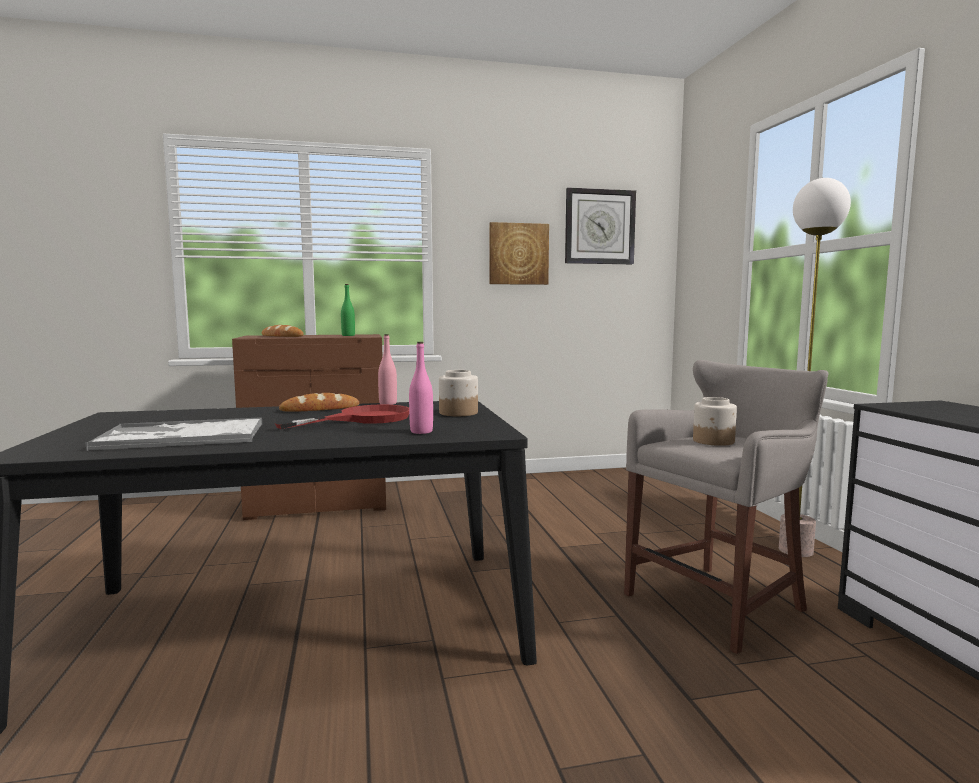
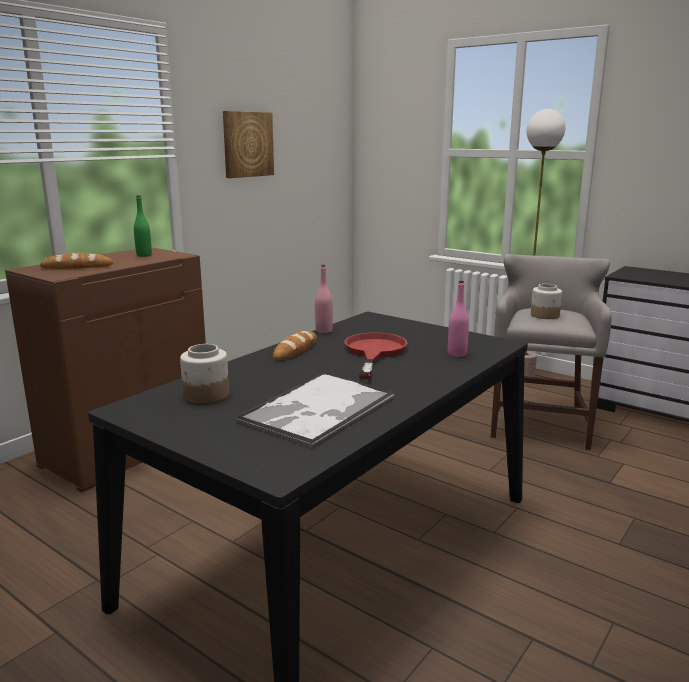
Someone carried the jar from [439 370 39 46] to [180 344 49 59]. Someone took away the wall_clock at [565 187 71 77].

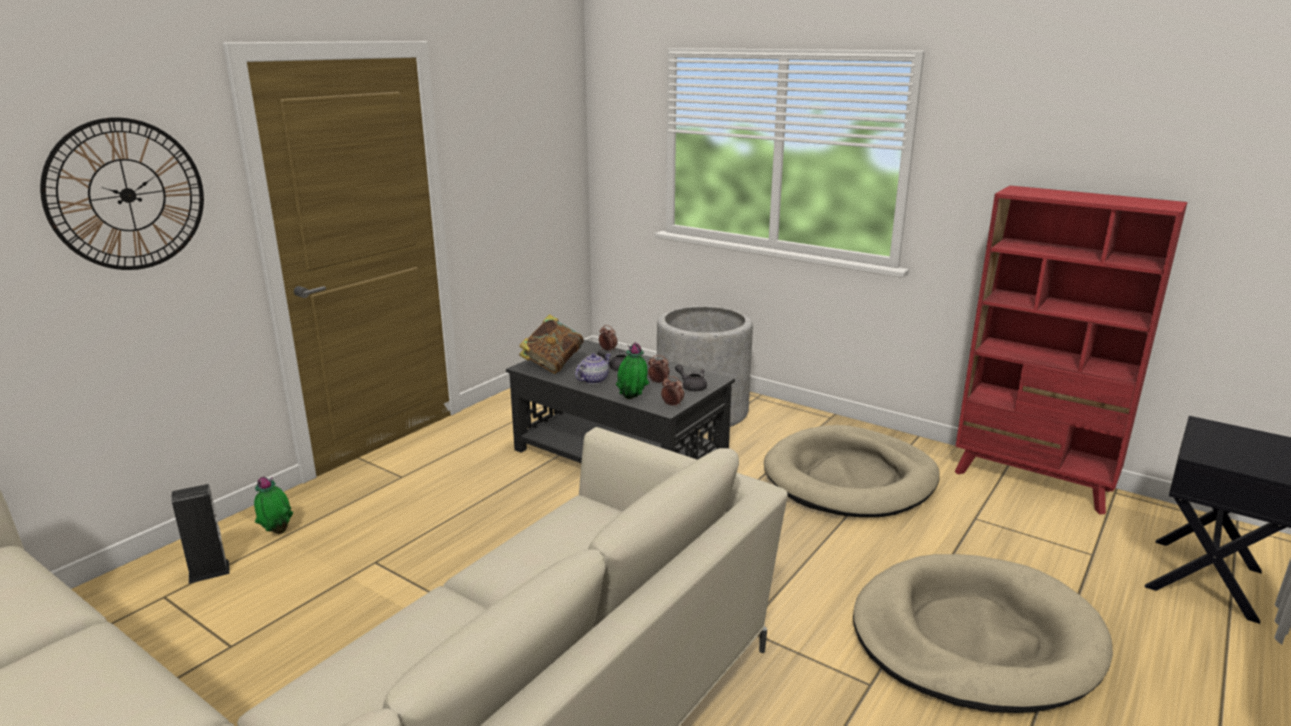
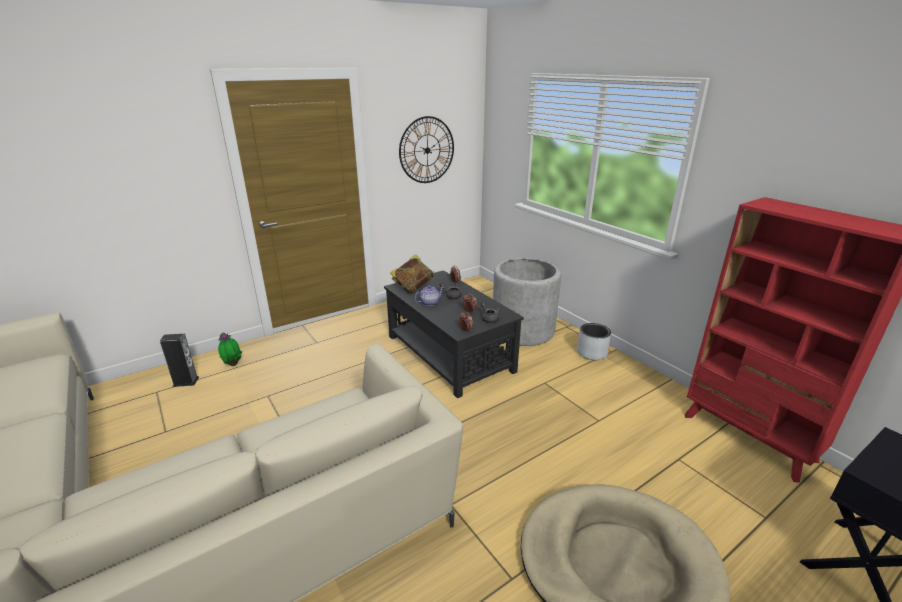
Someone carried the wall_clock from [40 117 164 153] to [399 116 55 67]. Someone put down the grey_planter at [577 323 34 37]. Someone took away the potted_plant at [616 342 33 57]. Someone took away the beige_dog_bed at [764 425 176 93].

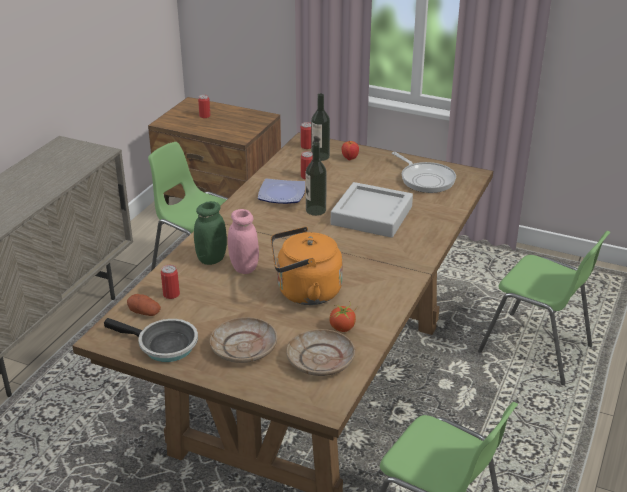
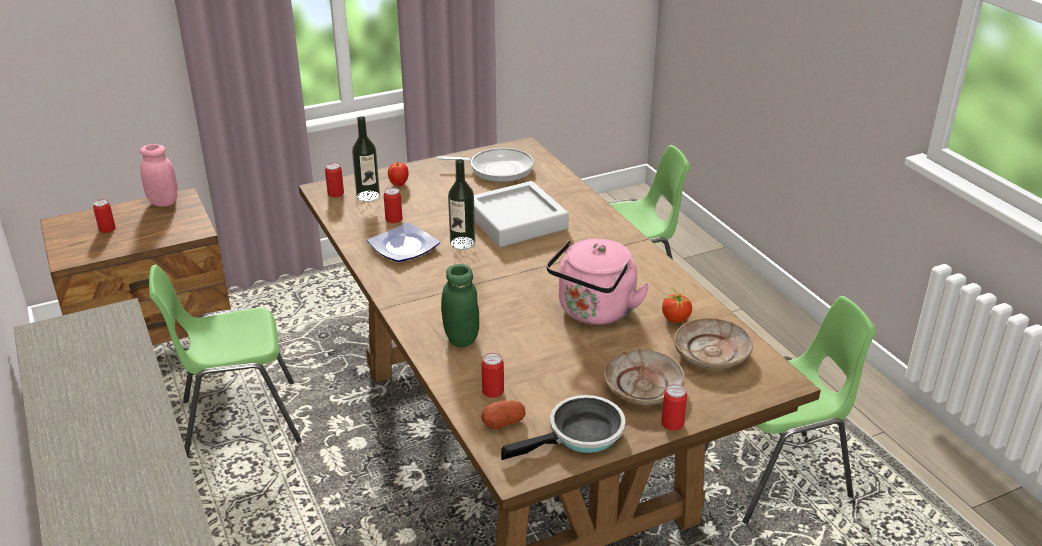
Someone carried the pink_jar from [228 209 31 65] to [140 144 37 63]. Someone repainted the orange_kettle at [271 227 72 78], which became the pink_kettle at [546 239 104 86]. Someone put down the can at [661 384 26 47].

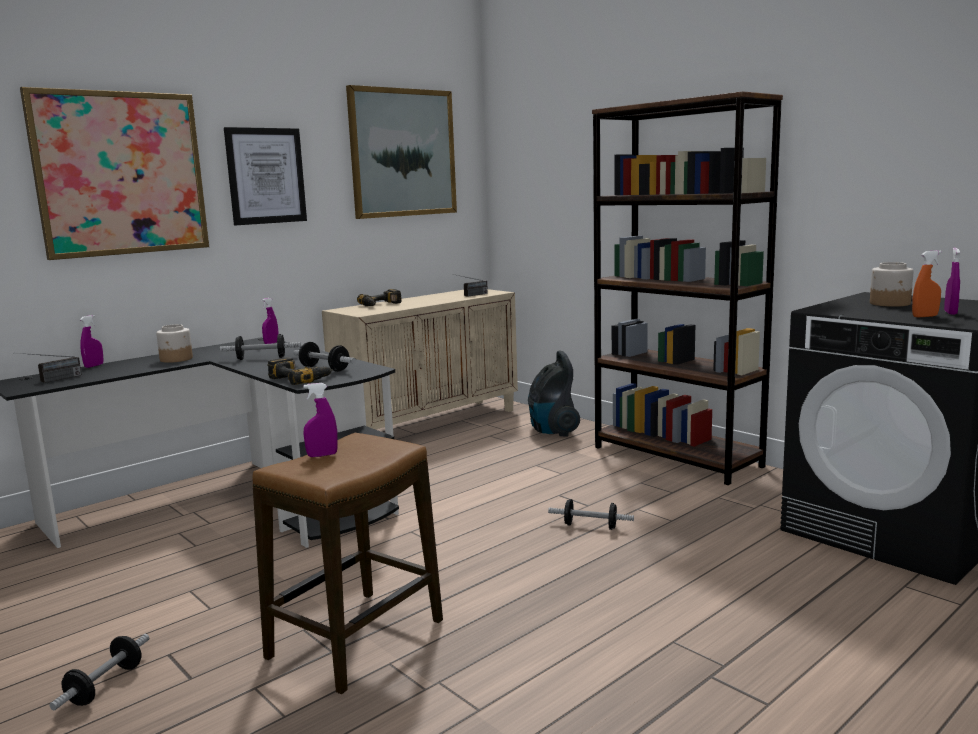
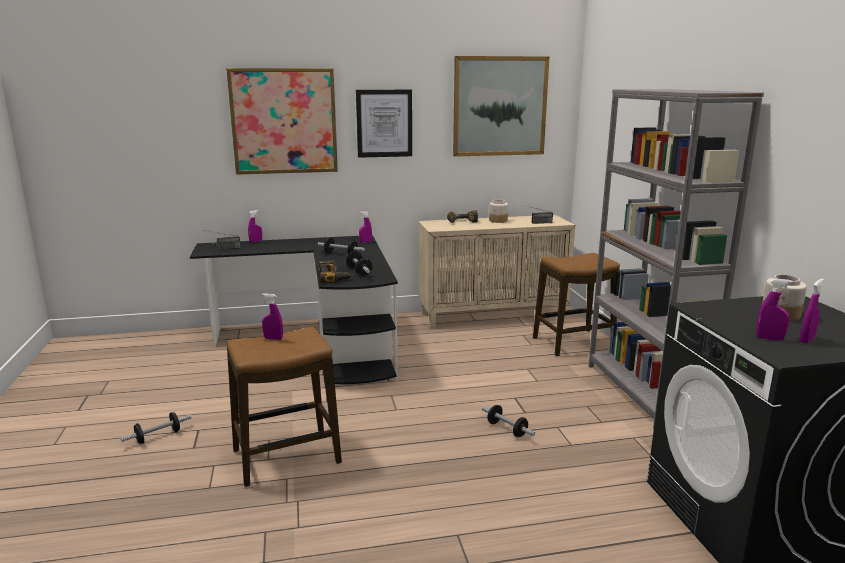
Someone carried the jar from [156 324 37 39] to [489 200 19 23]. Someone swapped the vacuum_cleaner at [528 350 52 86] for the stool at [533 253 87 103]. Someone repainted the brown_bookcase at [592 91 191 394], which became the grey_bookcase at [589 89 175 339]. Someone repainted the orange_spray_bottle at [912 250 30 68], which became the purple_spray_bottle at [756 279 37 61].

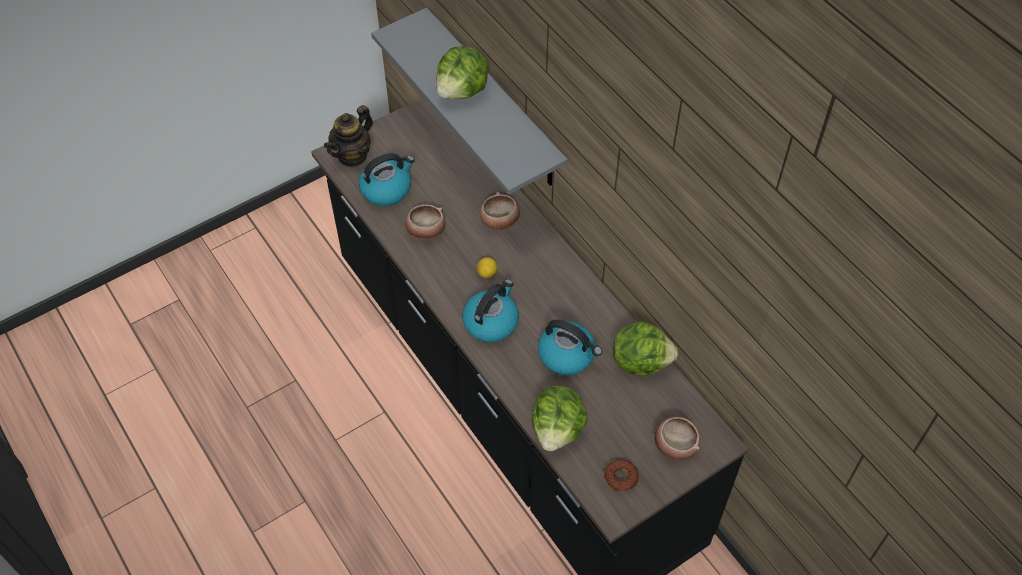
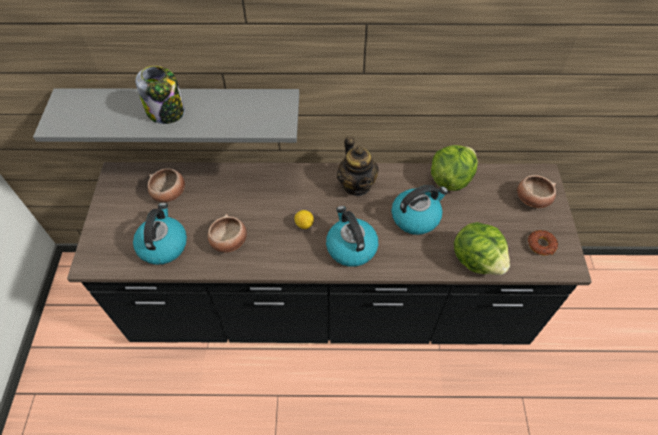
Someone swapped the lettuce at [436 46 53 53] for the jar at [135 66 50 58]. Someone carried the bowl from [480 192 40 38] to [148 168 37 34]. Someone carried the teapot from [324 105 49 62] to [337 136 42 60].

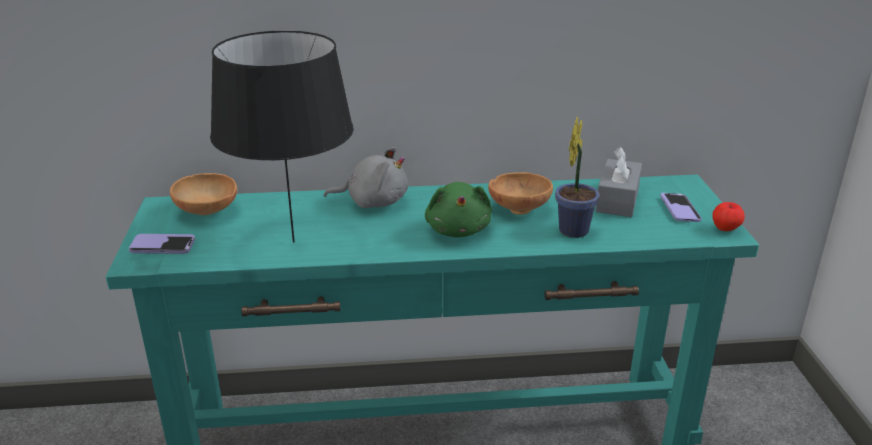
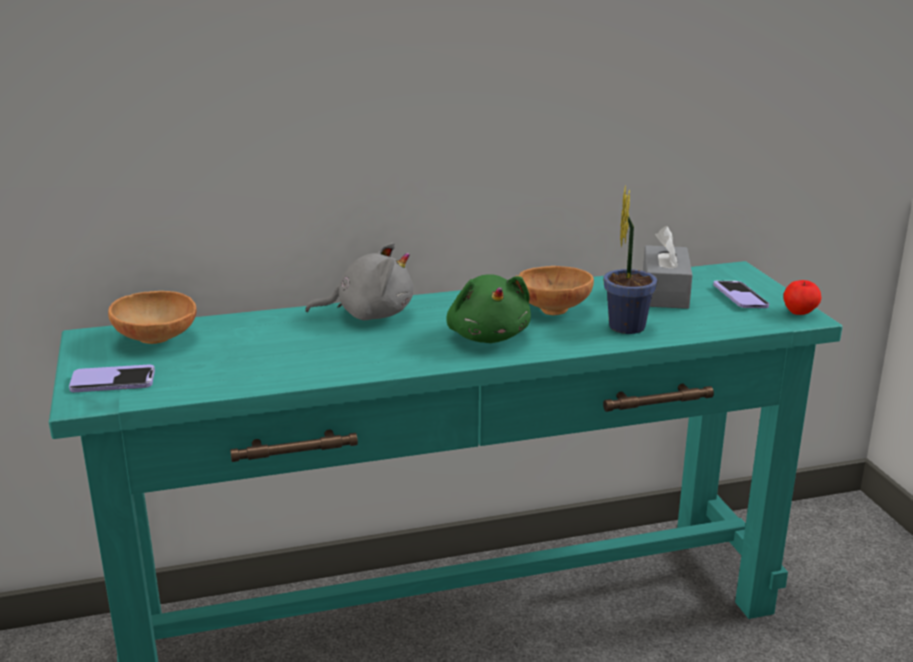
Someone took away the black_table_lamp at [210 30 144 212].

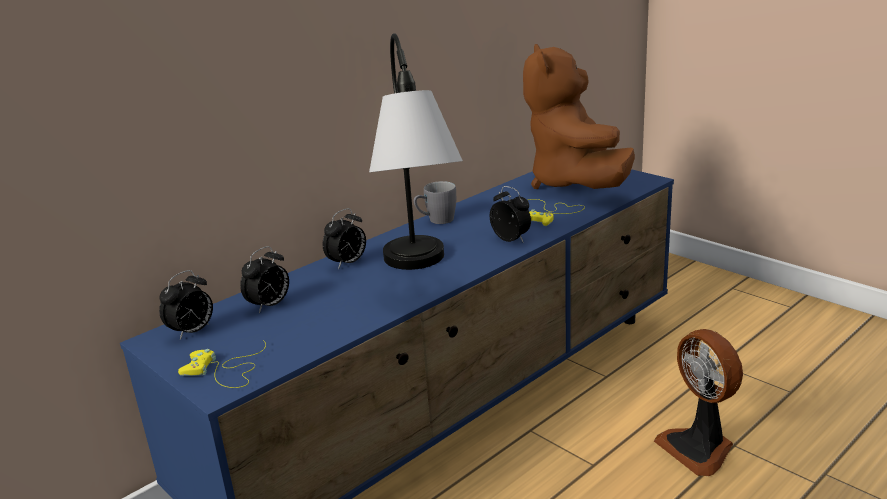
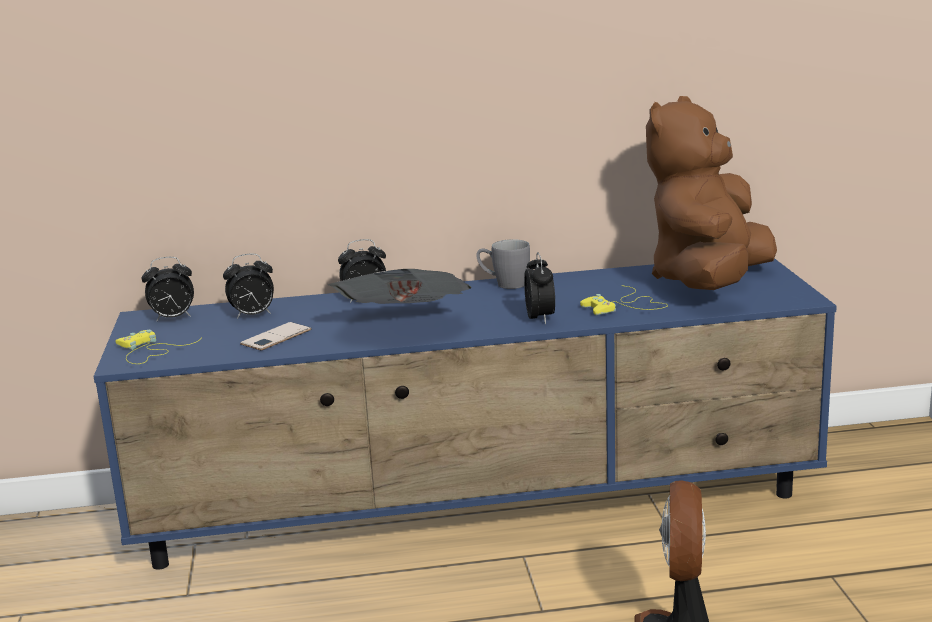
Someone put down the phone at [240 322 71 29]. Someone swapped the table_lamp at [369 33 94 237] for the newspaper at [328 269 143 35].

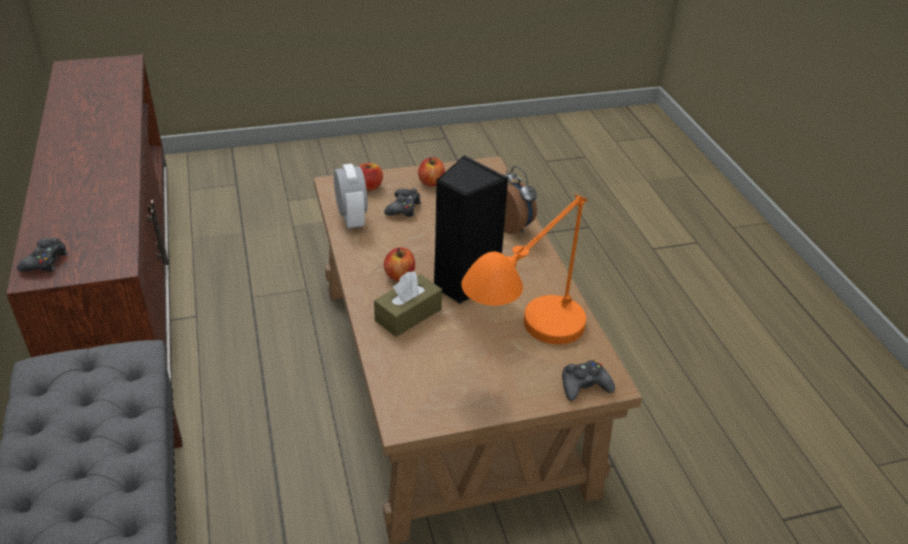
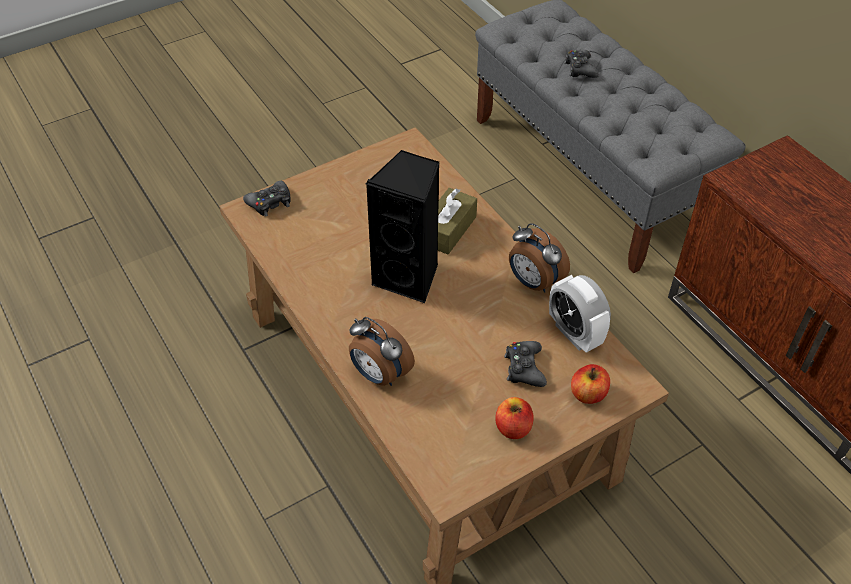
Someone put down the alarm_clock at [509 223 61 70]. Someone carried the black_game_controller from [17 238 51 34] to [564 50 35 28]. Someone took away the apple at [384 248 31 33]. Someone took away the orange_table_lamp at [462 194 127 151].

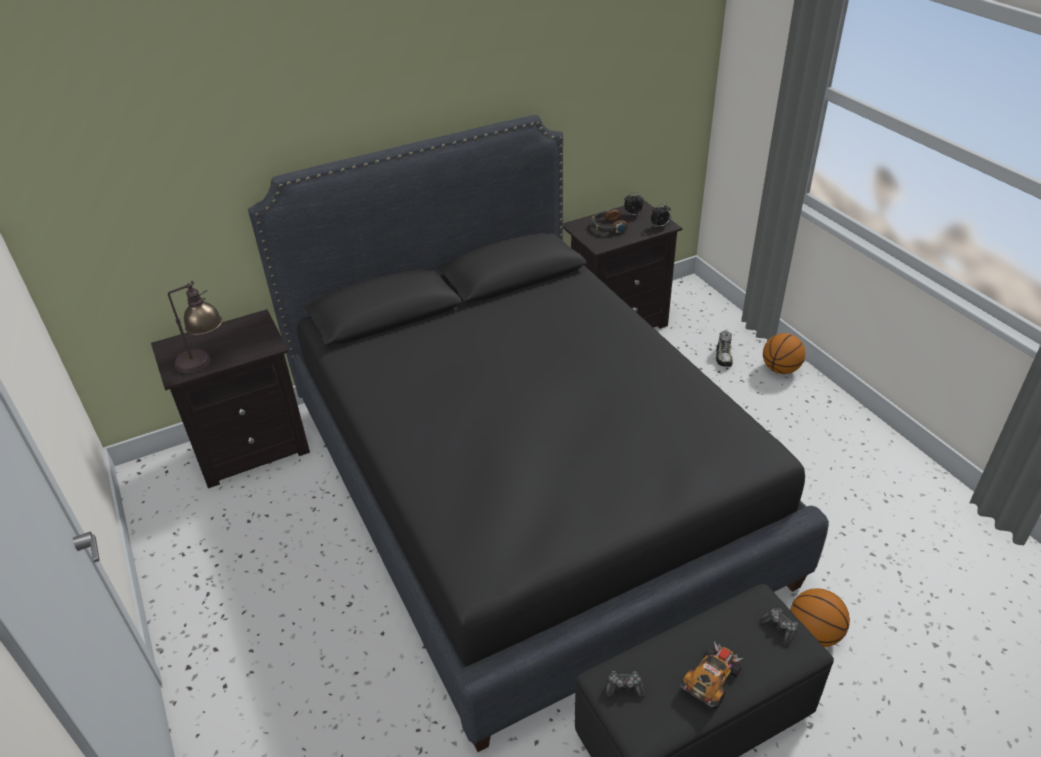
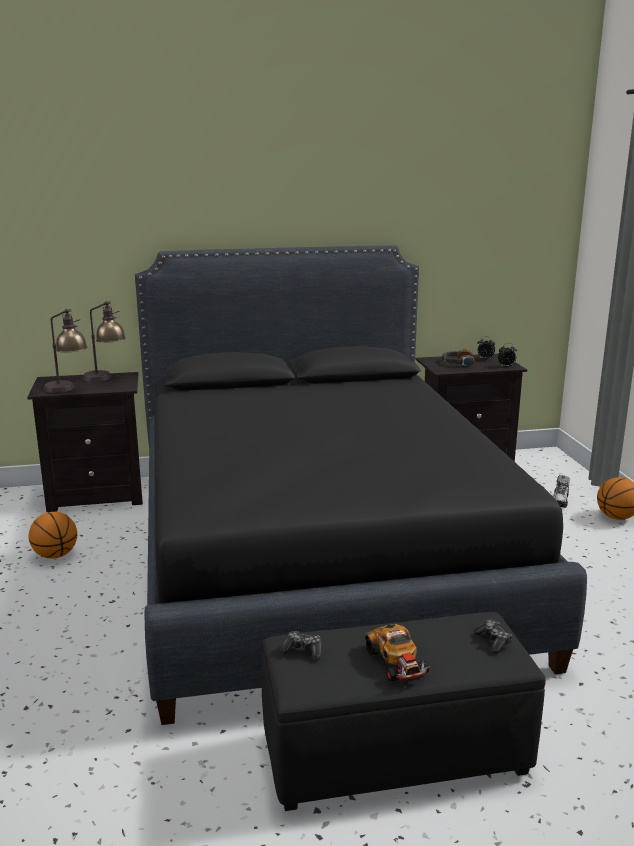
Someone carried the basketball from [790 588 60 59] to [29 512 48 47]. Someone put down the table_lamp at [83 301 43 81]. Someone rotated the toy_car at [680 641 63 68] by 105 degrees clockwise.

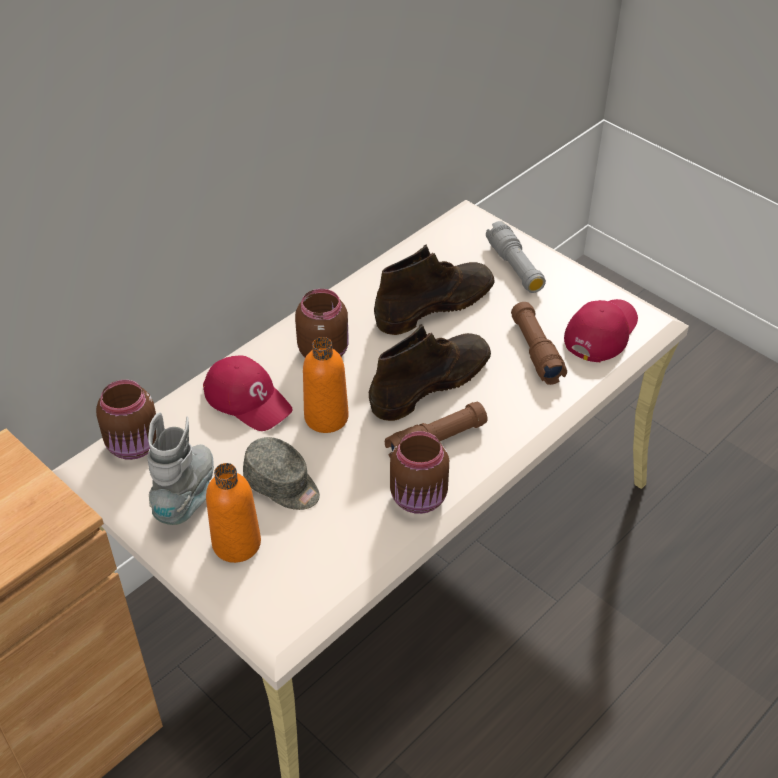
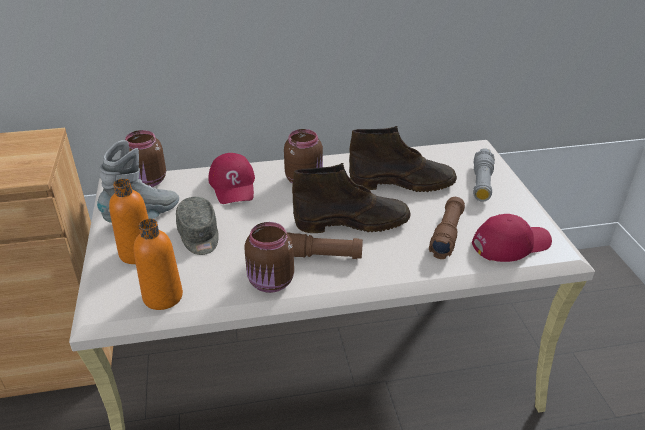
Someone carried the orange_bottle from [303 337 46 96] to [134 219 49 91].

